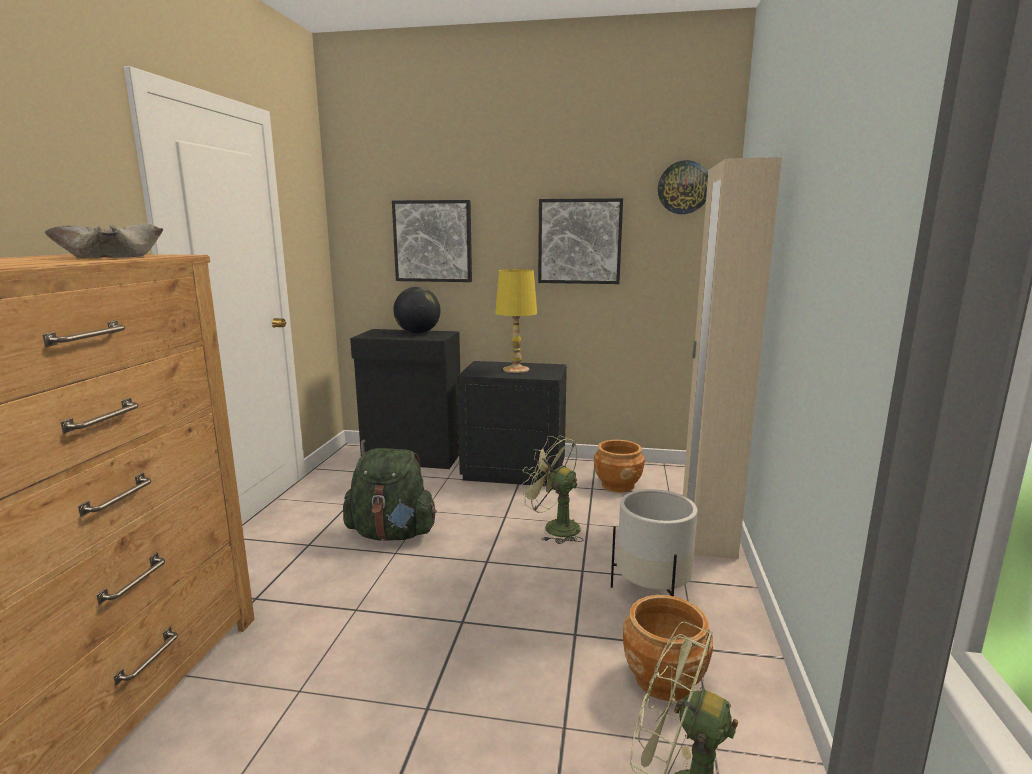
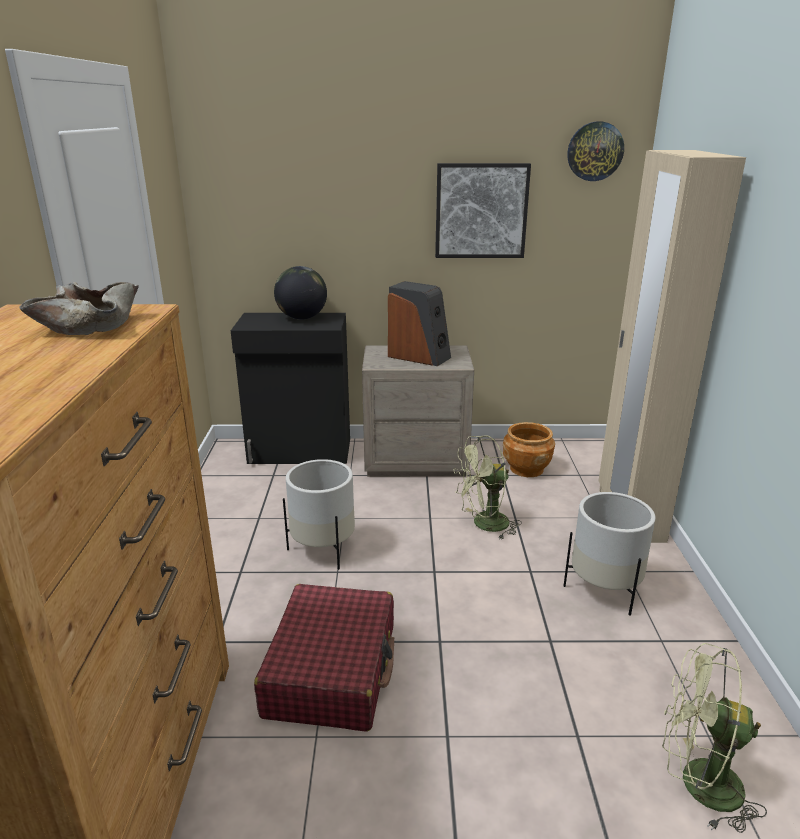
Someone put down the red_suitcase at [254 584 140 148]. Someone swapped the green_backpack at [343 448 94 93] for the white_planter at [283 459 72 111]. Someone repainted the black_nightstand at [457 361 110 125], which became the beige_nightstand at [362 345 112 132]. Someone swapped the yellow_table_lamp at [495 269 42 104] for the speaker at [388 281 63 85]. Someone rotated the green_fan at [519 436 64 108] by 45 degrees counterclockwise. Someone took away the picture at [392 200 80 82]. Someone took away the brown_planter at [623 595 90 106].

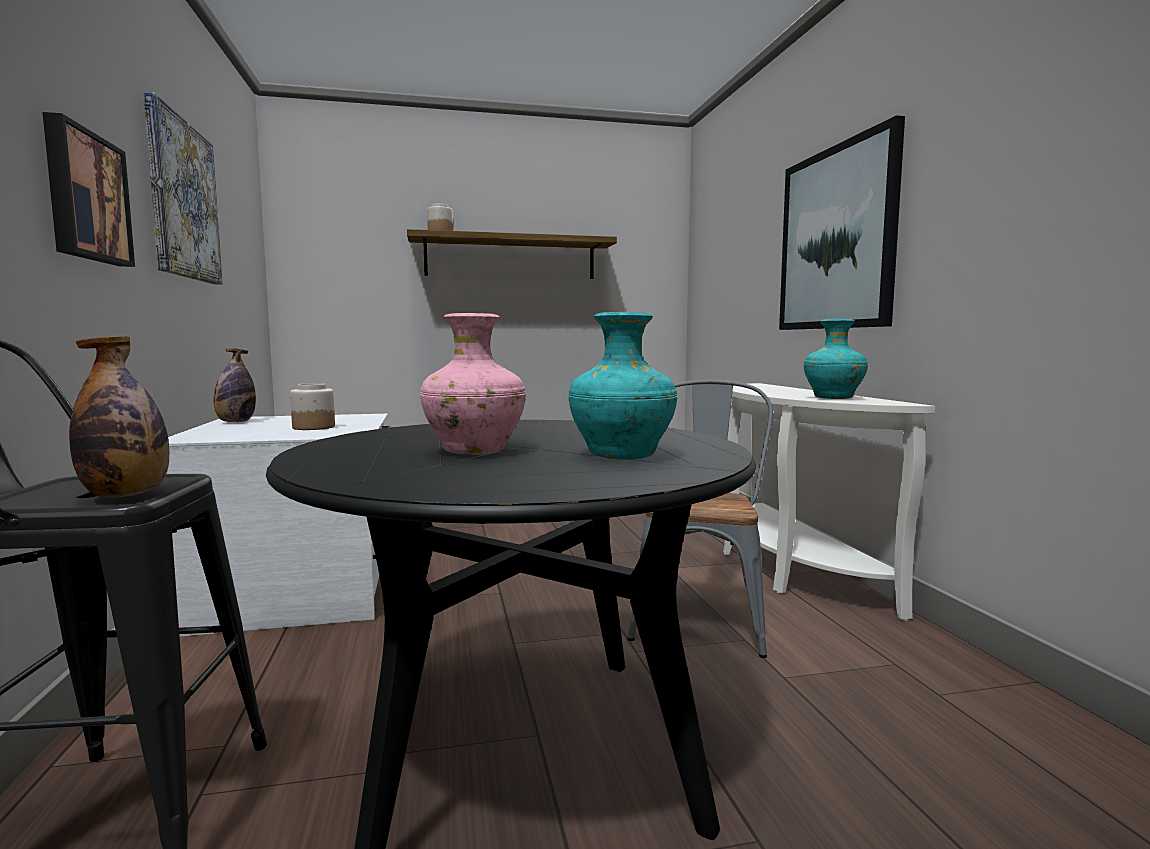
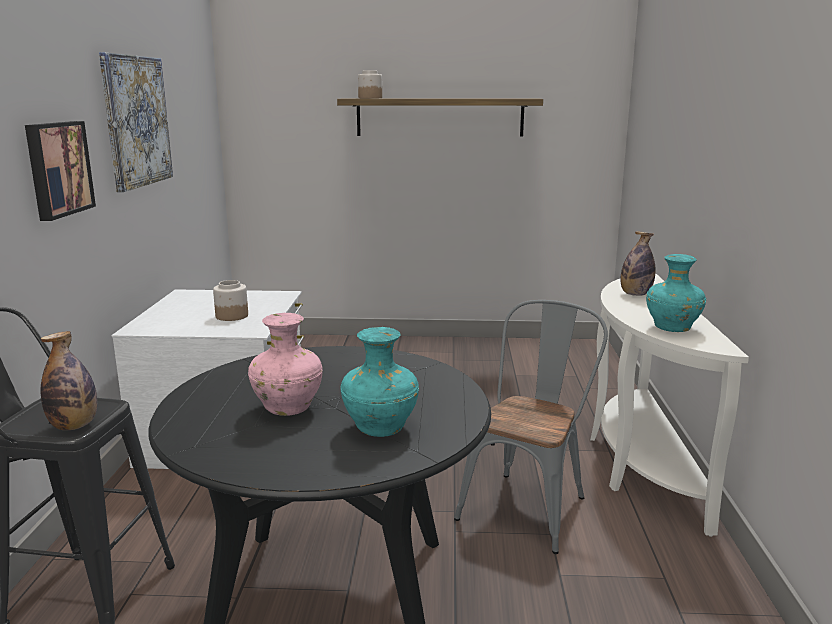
Someone carried the bottle from [214 348 42 74] to [620 231 35 65]. Someone took away the picture at [779 115 126 215].

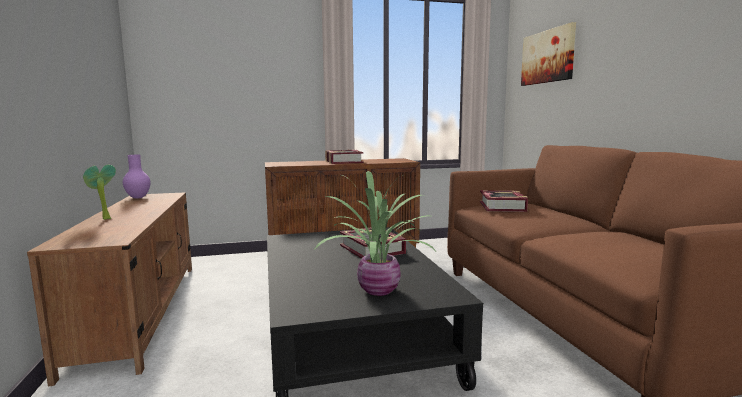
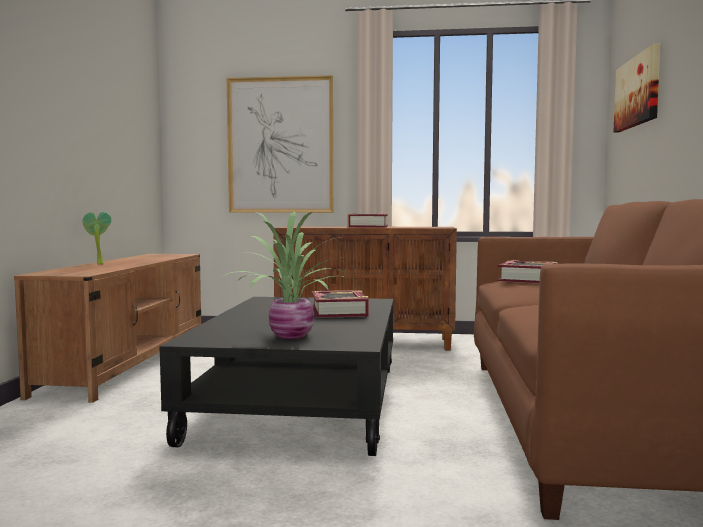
Someone put up the picture at [227 75 106 138]. Someone took away the purple_vase at [123 155 27 44].

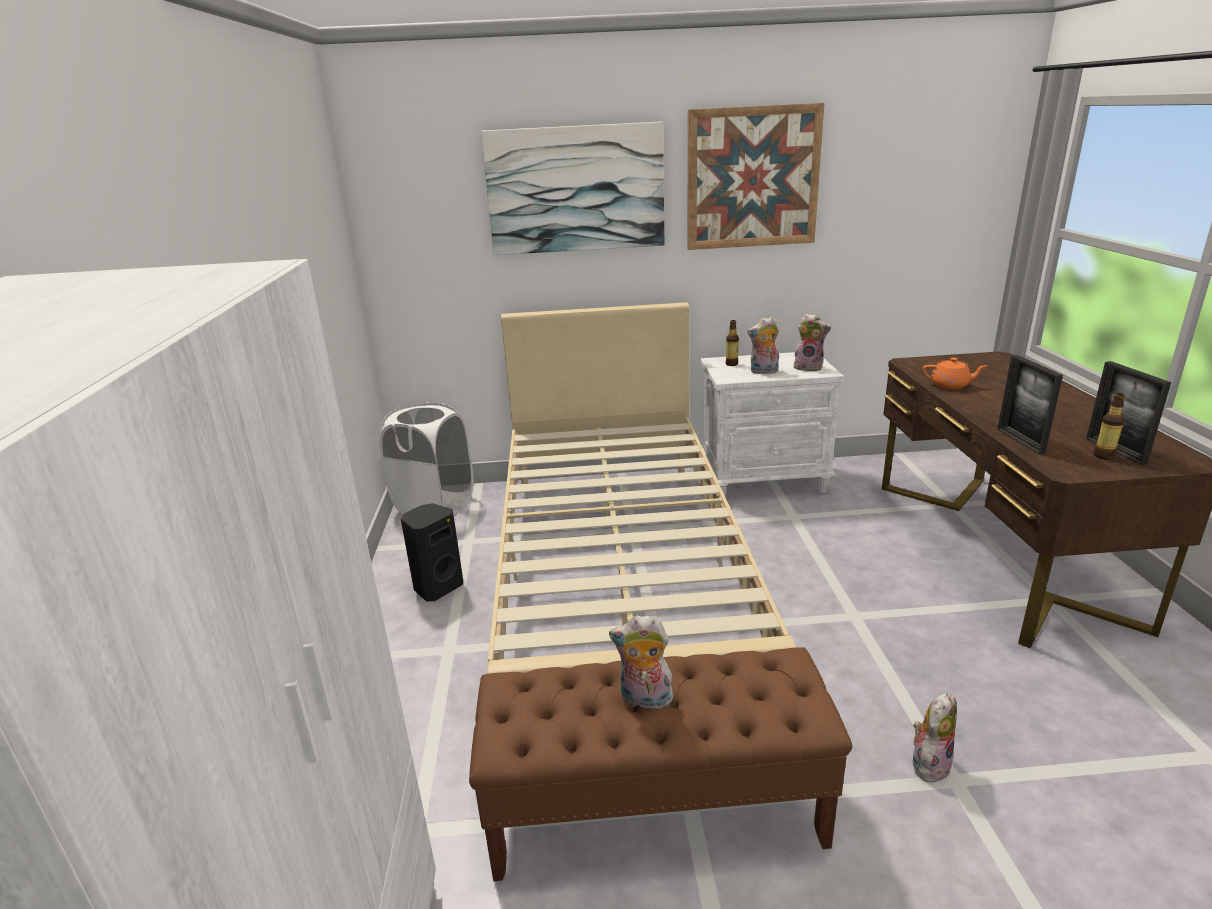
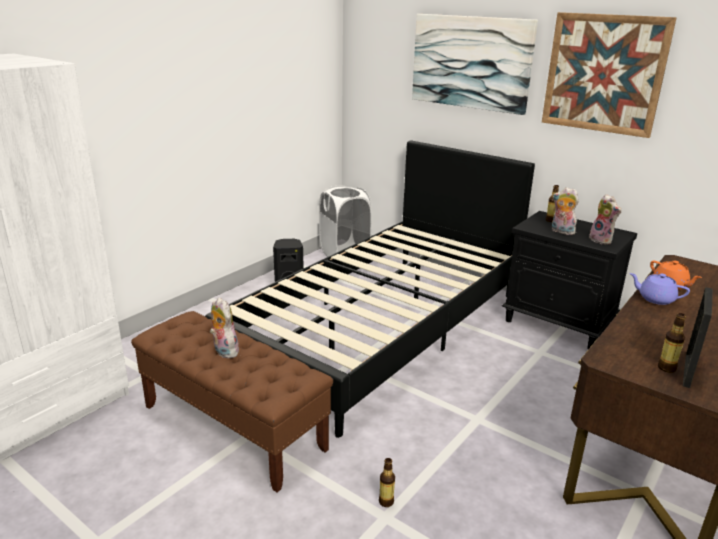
Someone repainted the beige_bed at [487 302 309 372], which became the black_bed at [205 140 330 298]. Someone swapped the plush_toy at [911 693 46 93] for the bottle at [379 458 16 49]. Someone repainted the white_nightstand at [701 352 143 145], which became the black_nightstand at [502 211 135 138]. Someone put down the purple_teapot at [629 273 61 32]. Someone took away the picture_frame at [997 355 66 100].

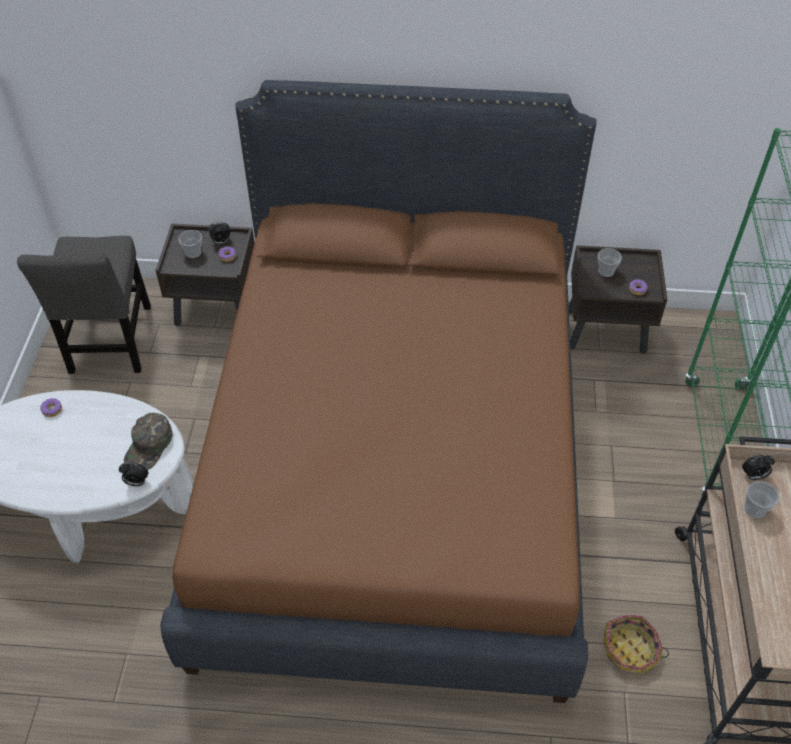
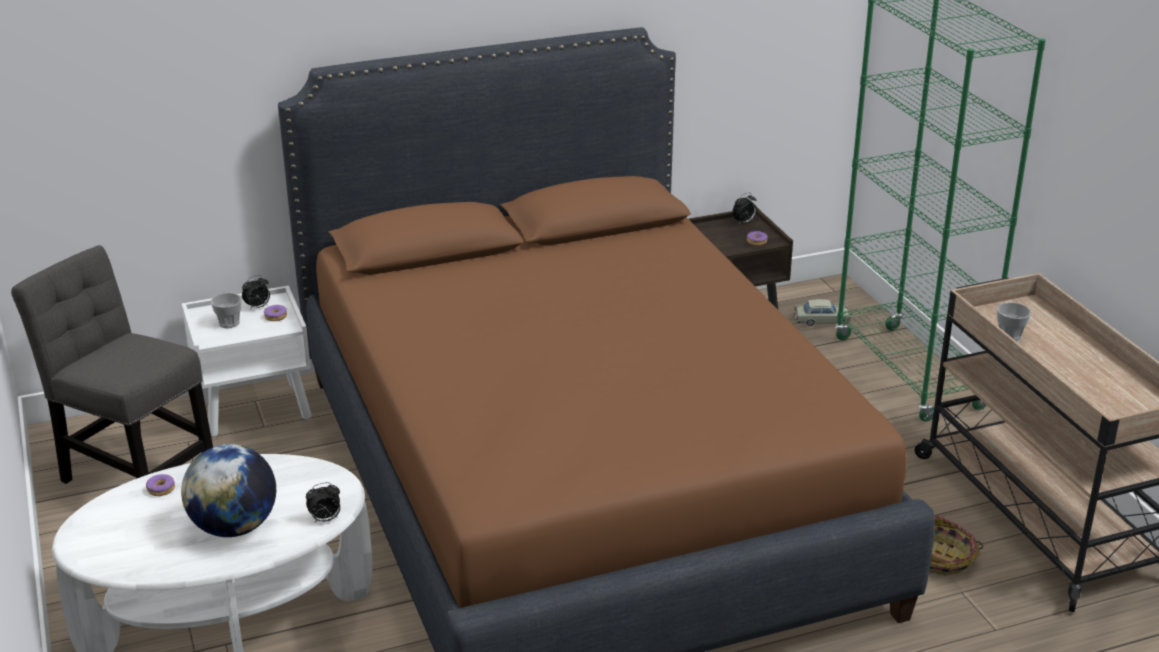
Someone rotated the grey_chair at [17 236 134 138] by 150 degrees clockwise. Someone put down the globe at [181 444 95 93]. Someone repainted the brown_nightstand at [156 223 98 103], which became the white_nightstand at [182 286 129 151]. Someone carried the alarm_clock from [742 455 33 25] to [732 193 25 31]. Someone put down the beige_toy_car at [794 299 57 27]. Someone took away the green_cap at [124 413 48 57]. Someone took away the cup at [598 248 24 29].

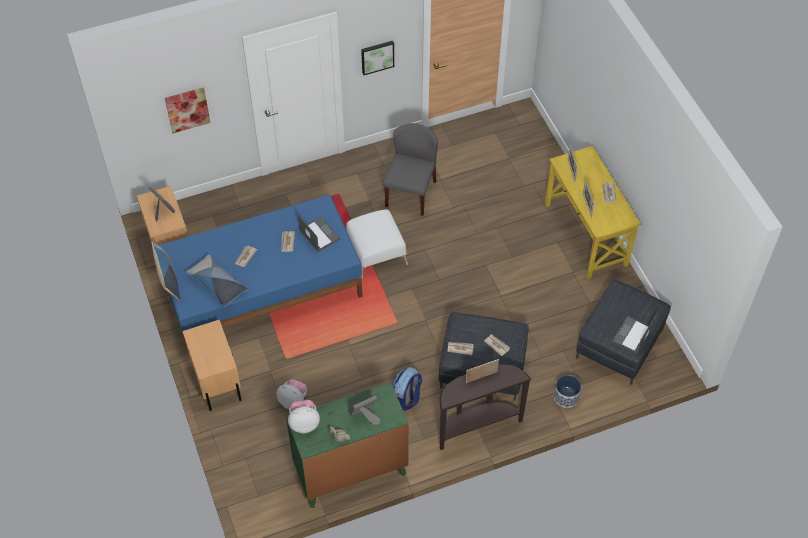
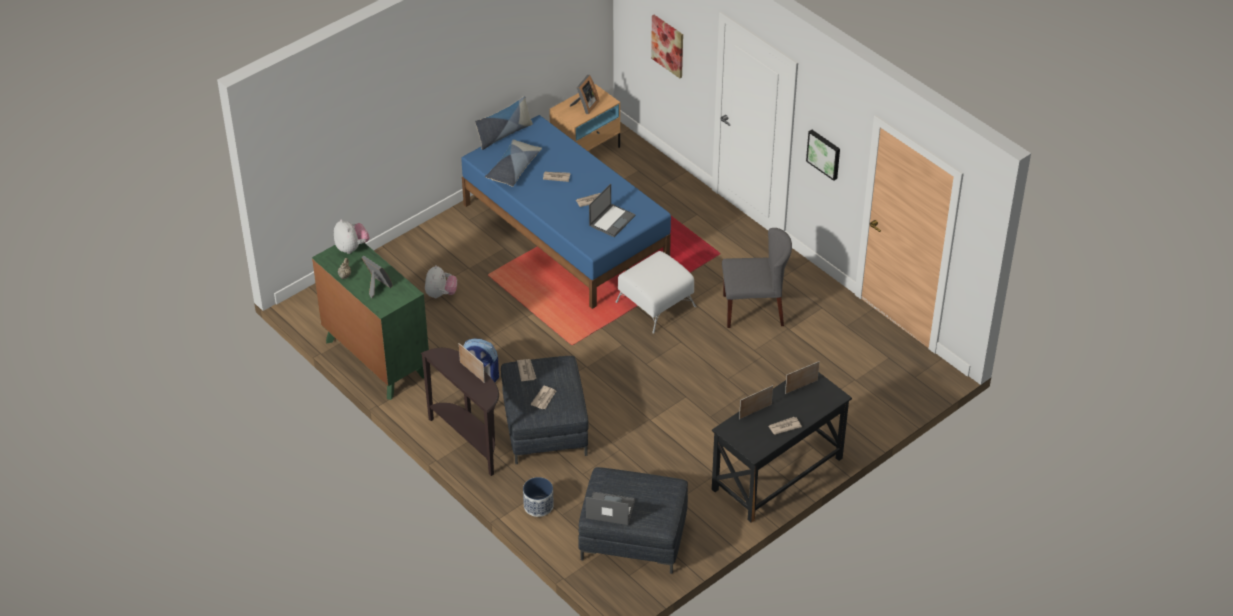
Someone repainted the yellow_desk at [545 146 96 133], which became the black_desk at [712 372 140 151]. Someone took away the beige_nightstand at [183 320 59 91].

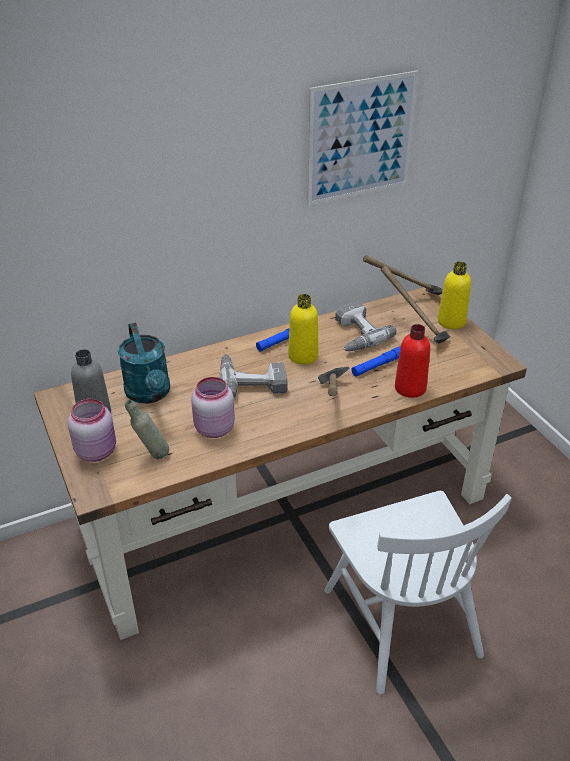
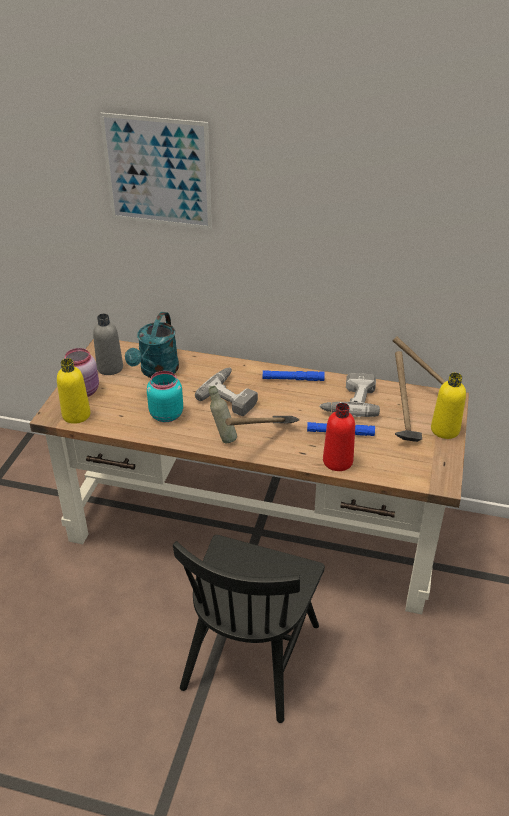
Someone carried the yellow_bottle from [288 294 30 71] to [57 358 34 66]. Someone carried the picture from [307 71 111 135] to [100 113 112 117]. Someone repainted the pink_jar at [191 377 44 61], which became the turquoise_jar at [147 371 36 51]. Someone repainted the white_chair at [324 491 188 203], which became the black_chair at [173 535 152 188]. Someone carried the grey_bottle from [125 400 44 59] to [209 386 28 57].

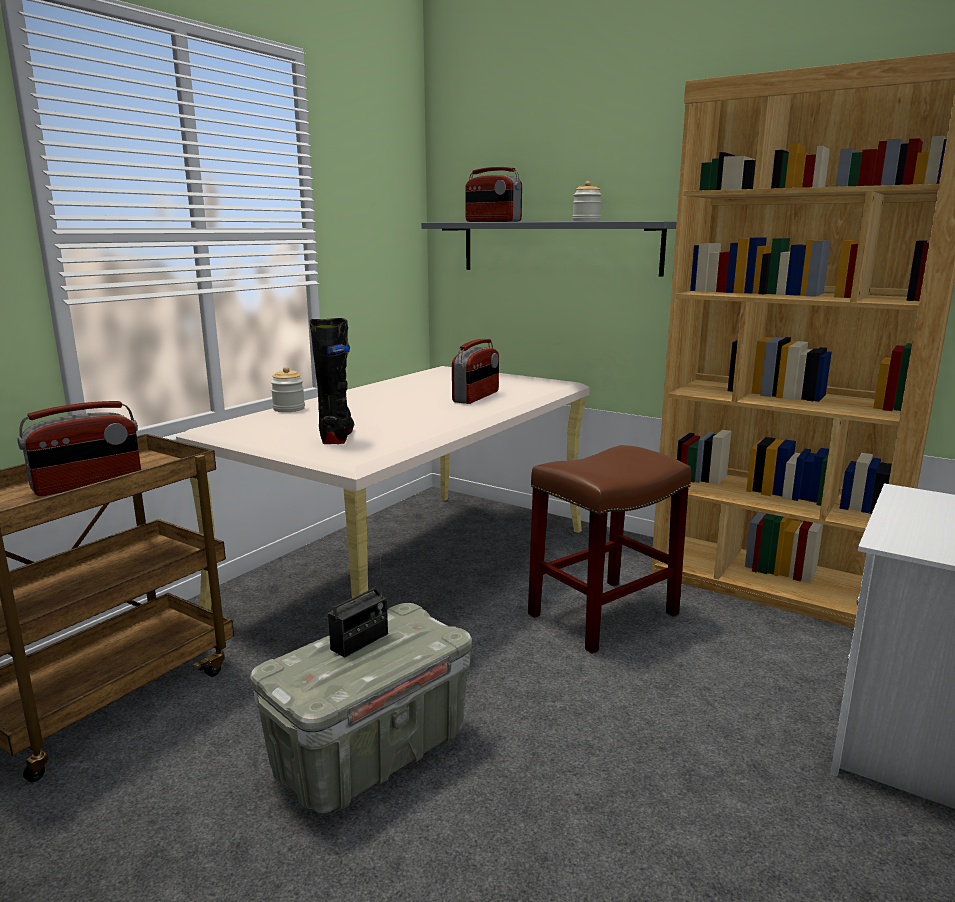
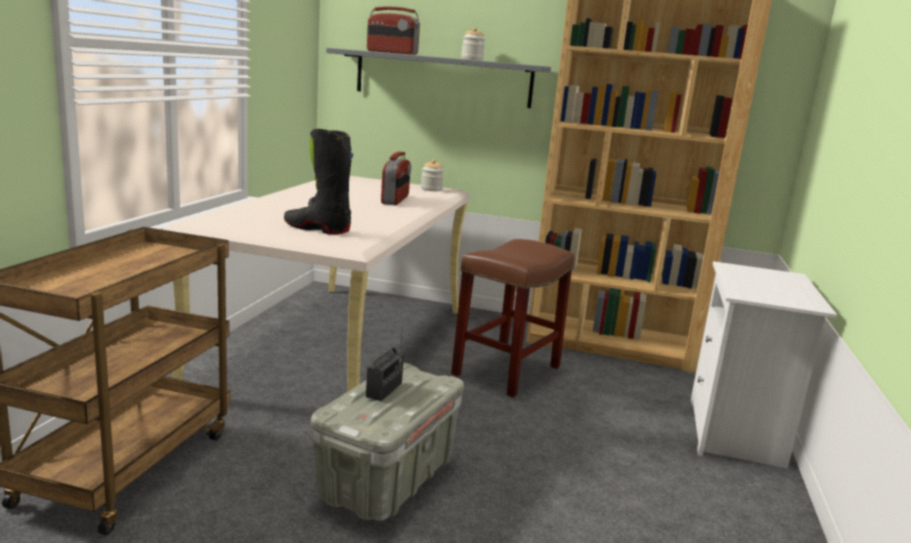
Someone rotated the black_boot at [309 318 45 126] by 45 degrees counterclockwise. Someone carried the jar from [271 367 34 45] to [421 159 23 32]. Someone took away the radio at [17 401 124 95].

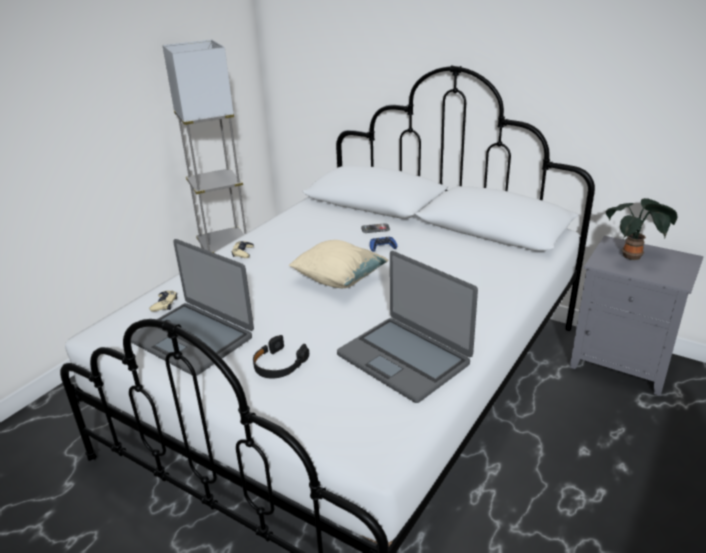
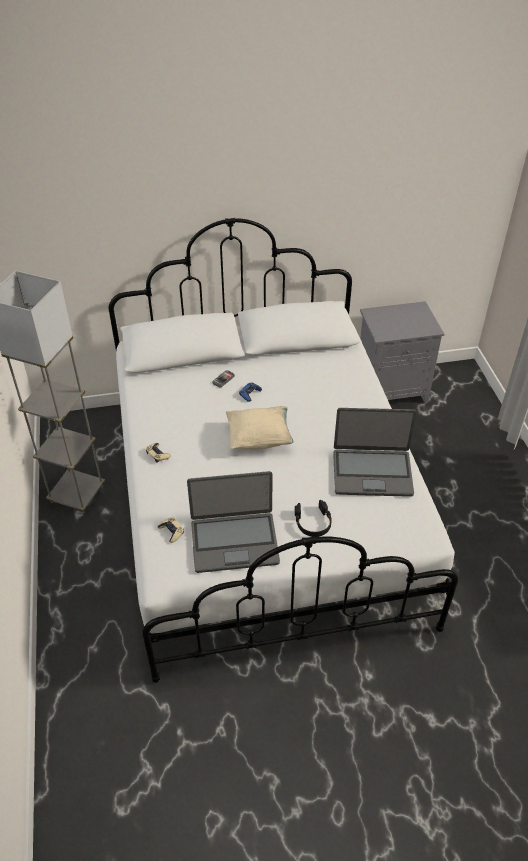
Someone took away the potted_plant at [606 198 72 62].

